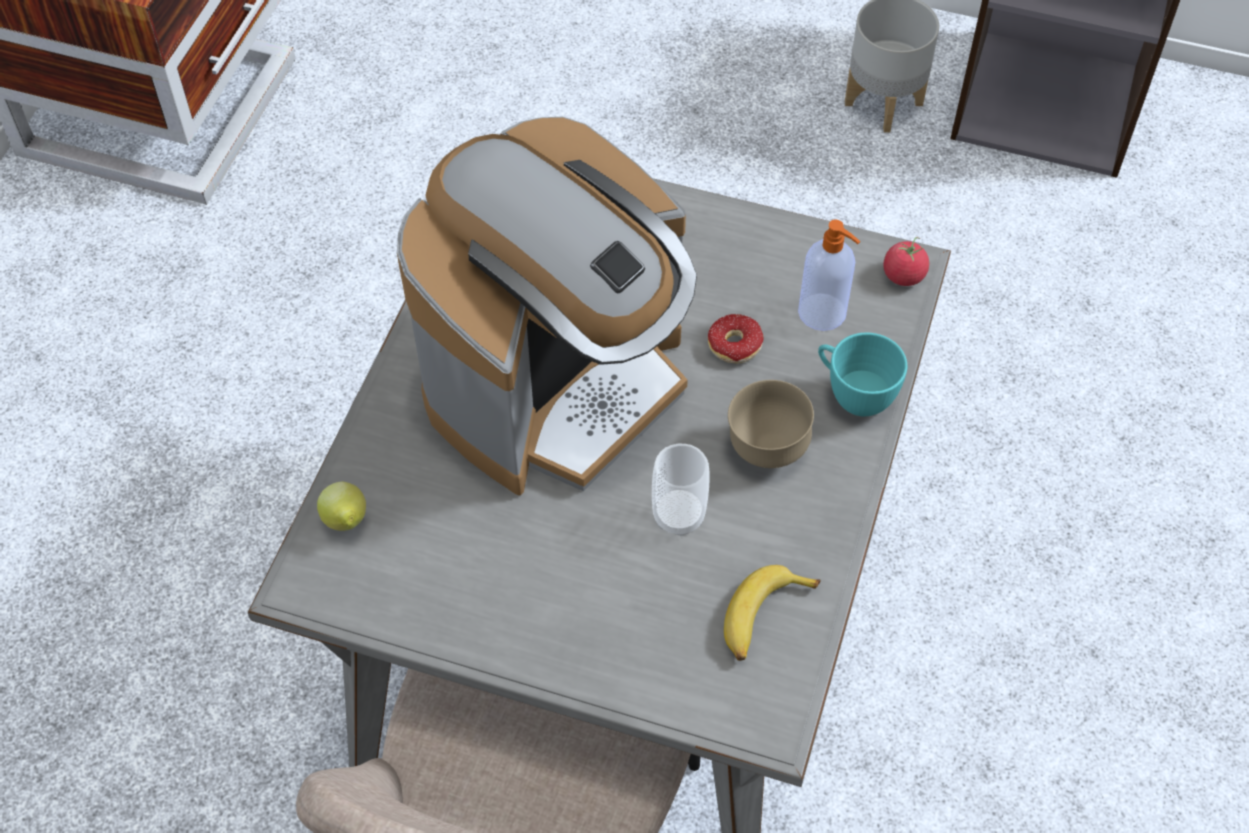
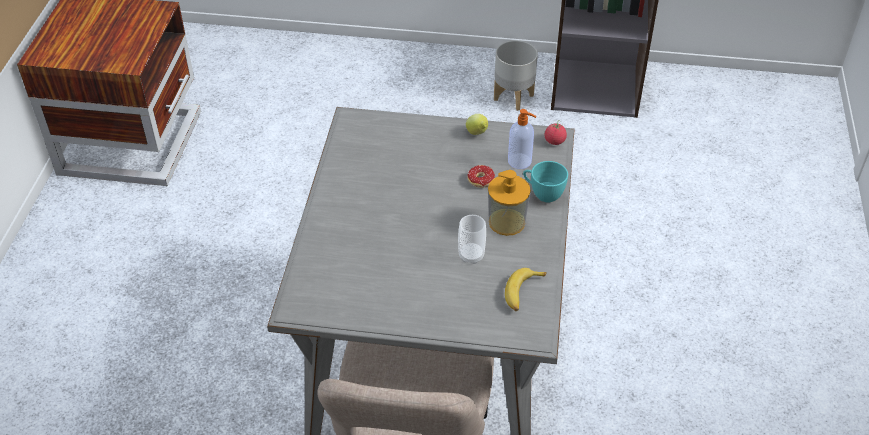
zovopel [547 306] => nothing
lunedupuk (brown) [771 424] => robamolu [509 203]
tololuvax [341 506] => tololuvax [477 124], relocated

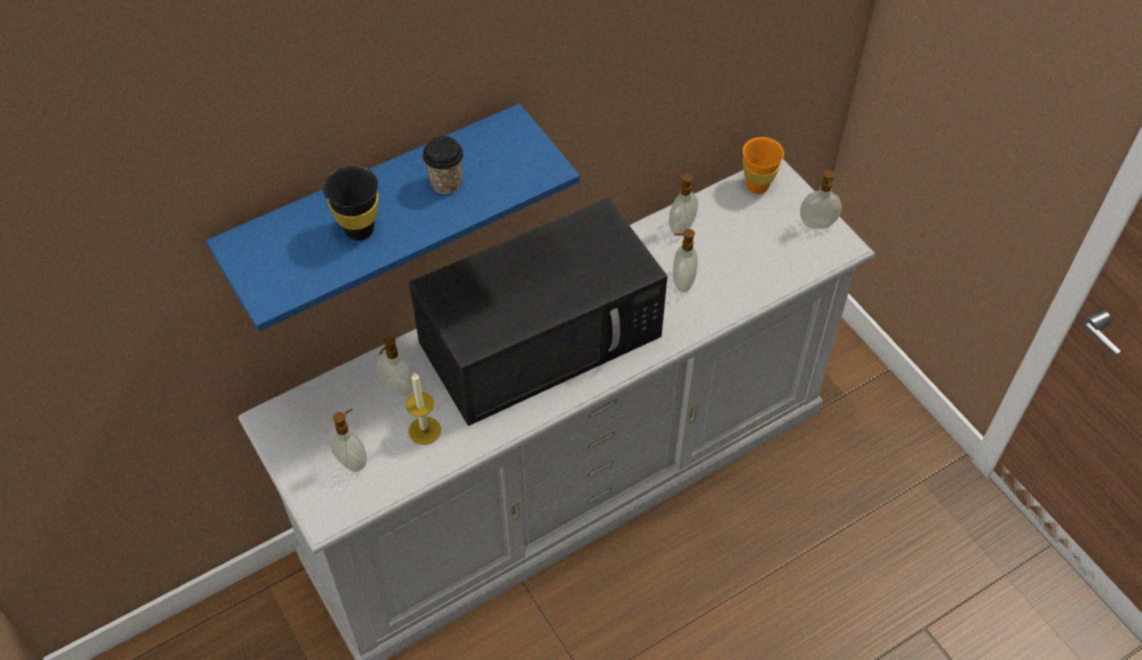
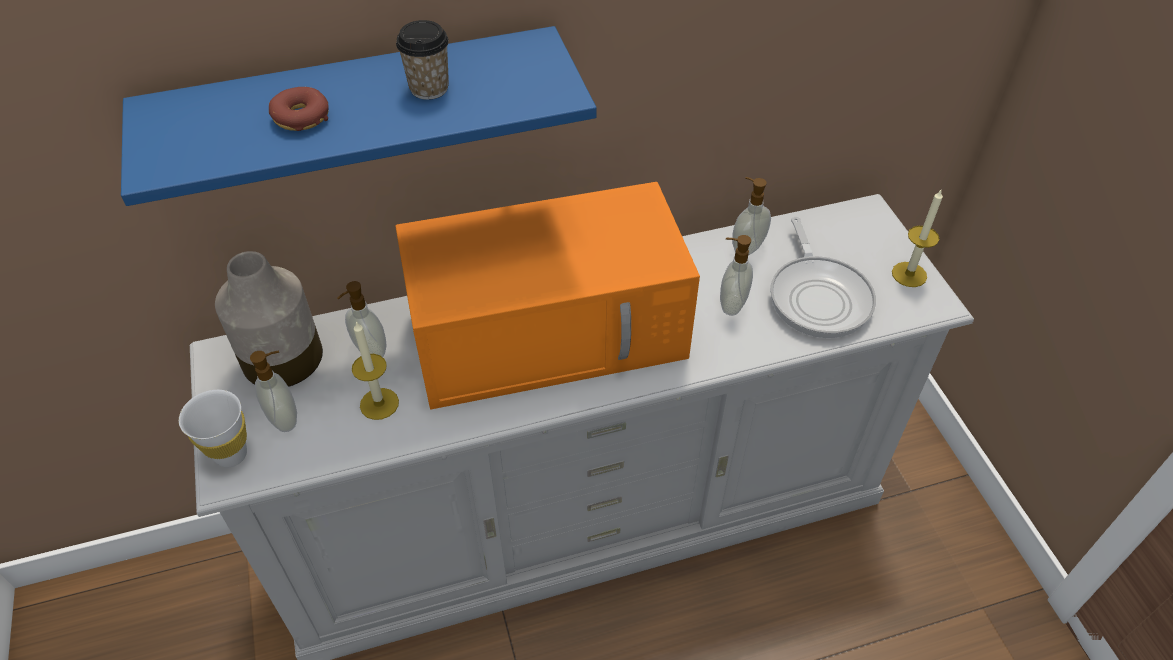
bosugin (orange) [763 165] => nothing
bosugin (black) [351 203] => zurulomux [299 109]
robamolu [821 199] => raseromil [917 238]
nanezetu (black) [538 312] => nanezetu (orange) [547 295]
nothing => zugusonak [823 277]
nothing => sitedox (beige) [269 319]
nothing => bosugin (white) [213 429]

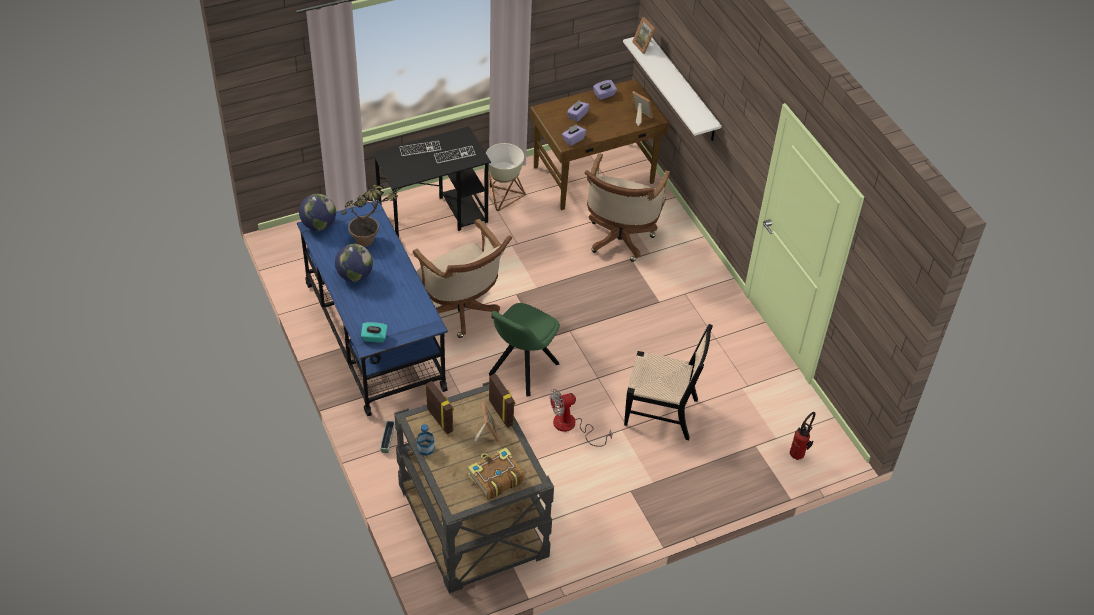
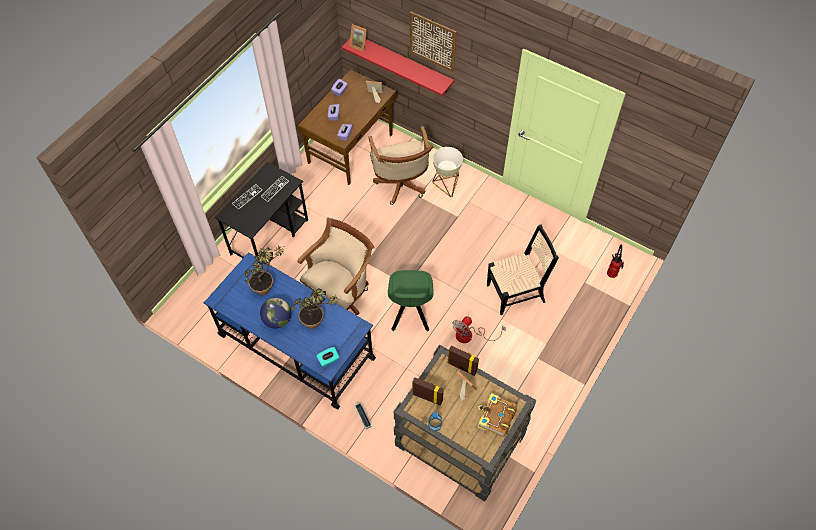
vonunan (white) [672 89] => vonunan (red) [398 67]
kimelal [506 177] => kimelal [447 172], relocated
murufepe [317 212] => nothing
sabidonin [462 278] => sabidonin [335 266], 75 degrees counterclockwise
nothing => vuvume [433 41]
nothing => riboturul [315 308]

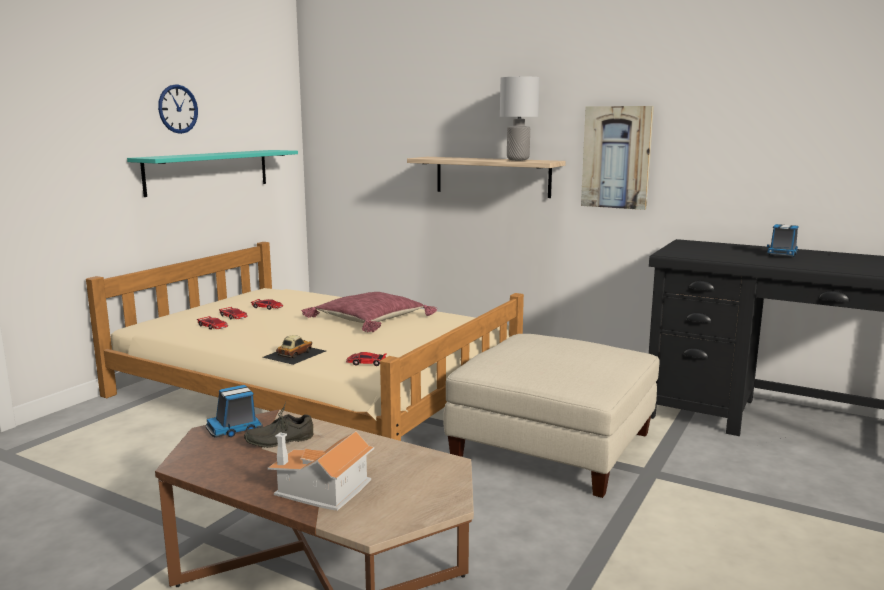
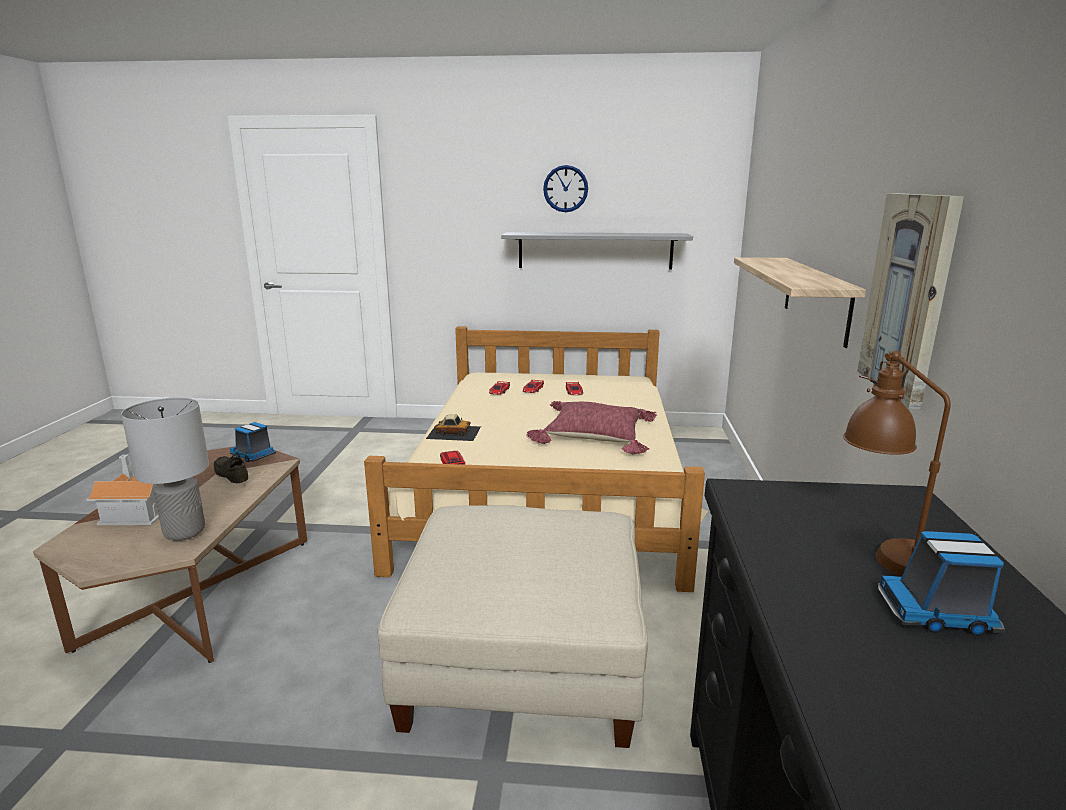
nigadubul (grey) [520 118] => nigadubul (grey) [165 469], relocated
vonunan (turquoise) [212 173] => vonunan (grey) [597 251]
nothing => nigadubul (brown) [897 463]

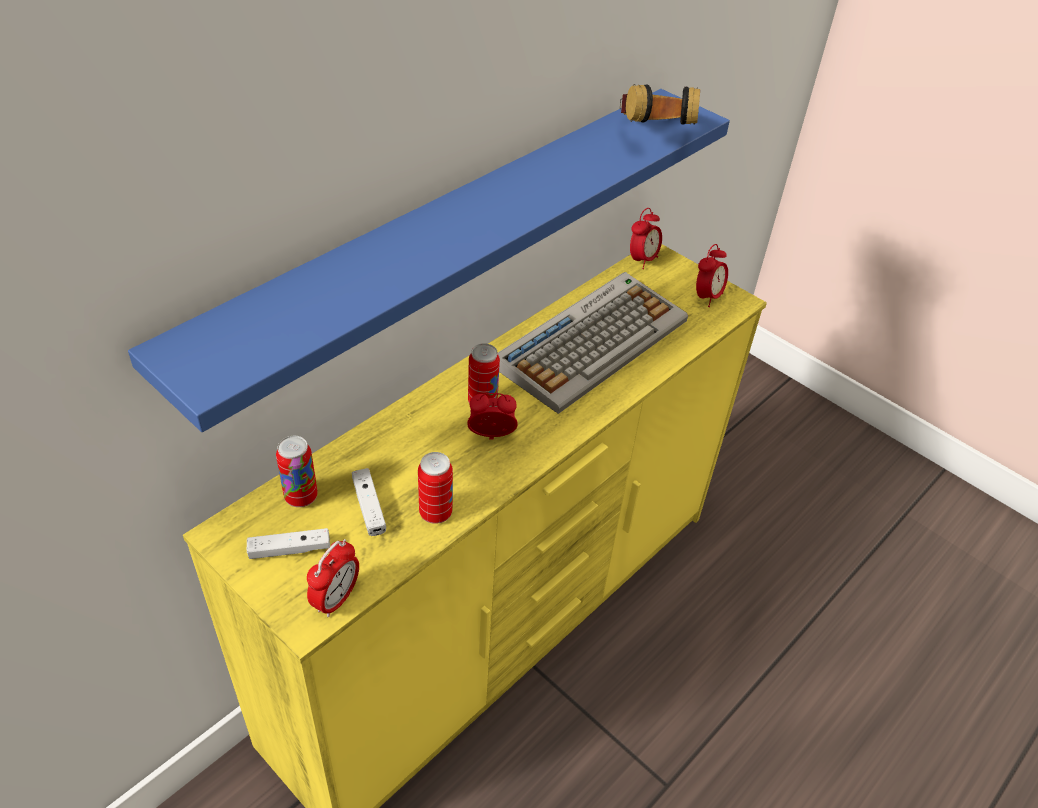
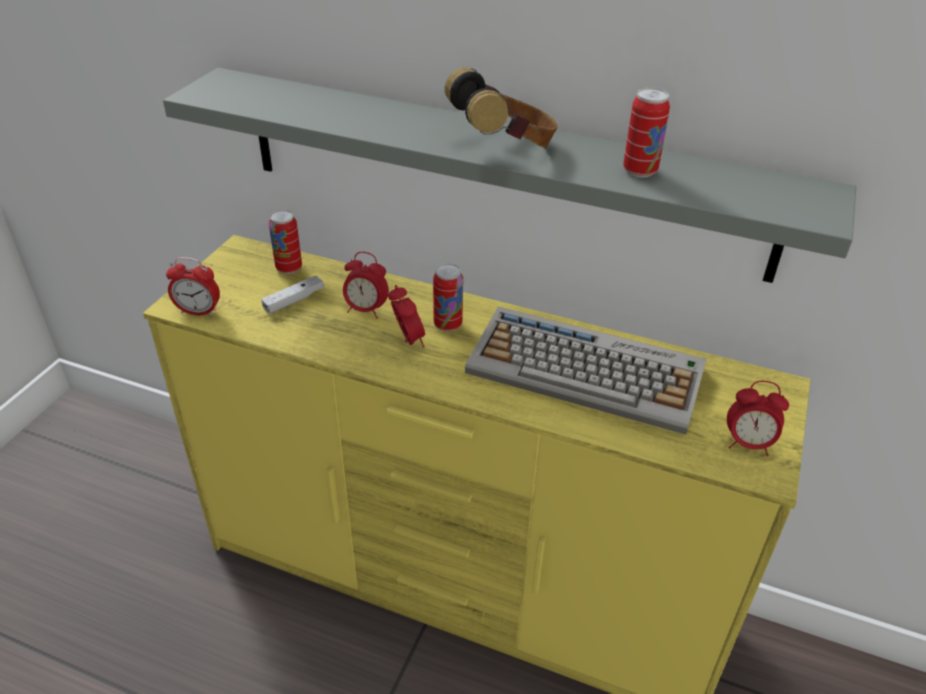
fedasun [660 104] => fedasun [501 107], relocated
vonunan (blue) [429 260] => vonunan (grey) [509 175]
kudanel [646 238] => kudanel [366 285], relocated
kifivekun [435 488] => kifivekun [646 133], relocated
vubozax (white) [288 543] => nothing

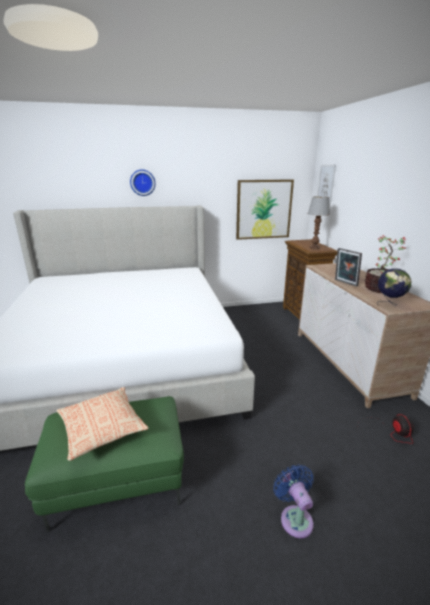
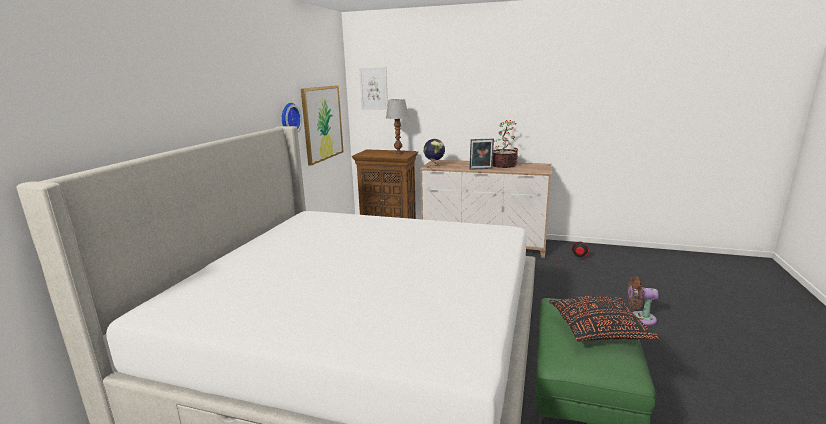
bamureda [143 182] => bamureda [292 117], relocated
murufepe [393 287] => murufepe [434 152], relocated
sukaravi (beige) [102 424] => sukaravi (black) [604 319]
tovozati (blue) [293 501] => tovozati (brown) [642 300]

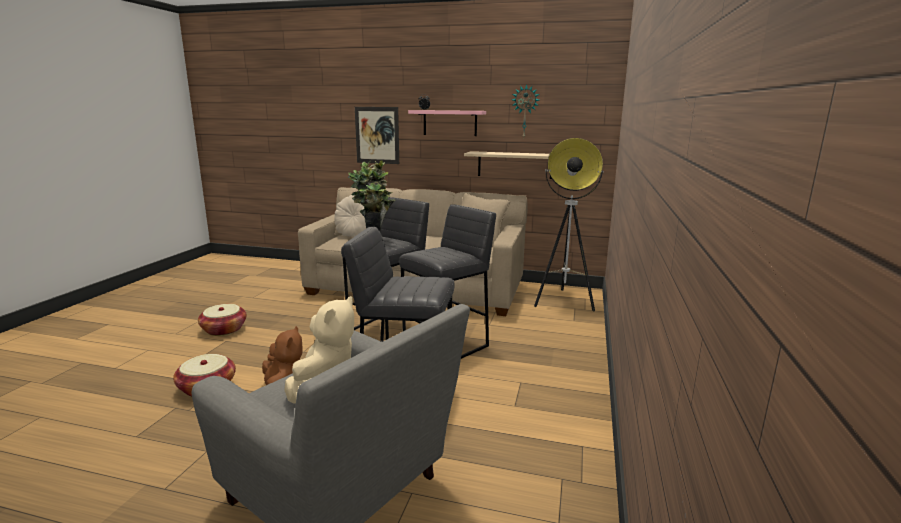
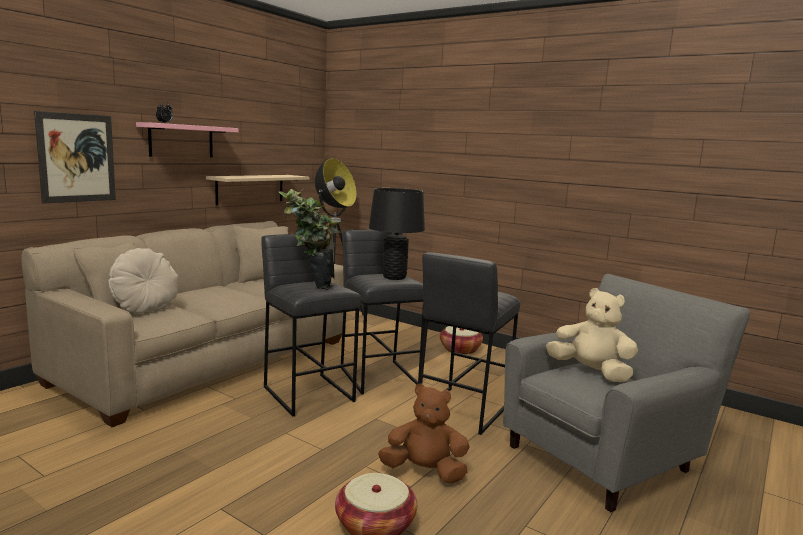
bamureda [525 111] => nothing
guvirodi [222 320] => guvirodi [461 340], relocated
nothing => nigadubul (black) [397 234]

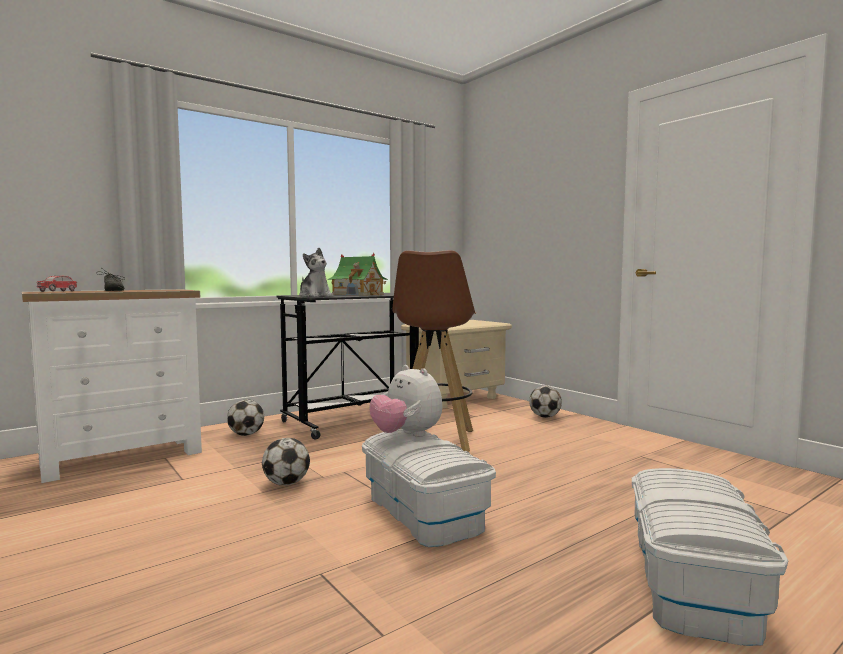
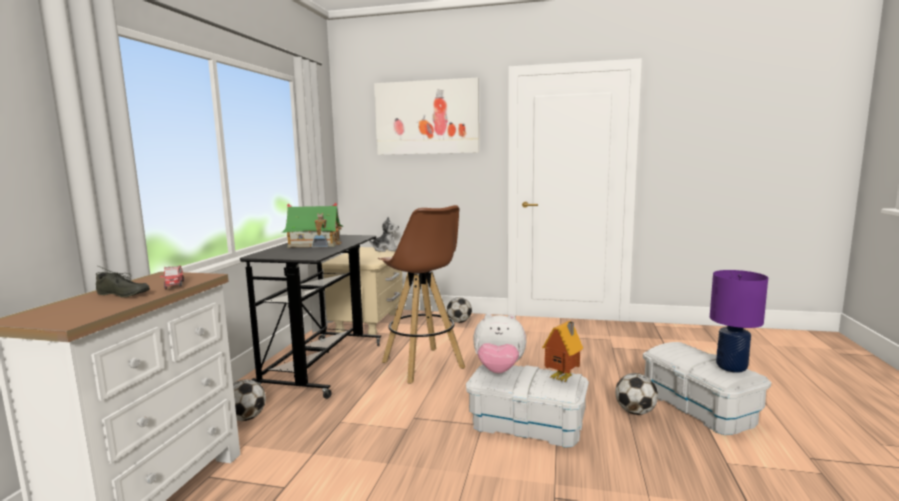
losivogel [316 272] => losivogel [384 234], relocated
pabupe [56 284] => pabupe [172 277], relocated
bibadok [286 462] => bibadok [636 394], relocated
nothing => vuvume [426 116]
nothing => nigadubul (purple) [739 321]
nothing => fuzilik [562 352]

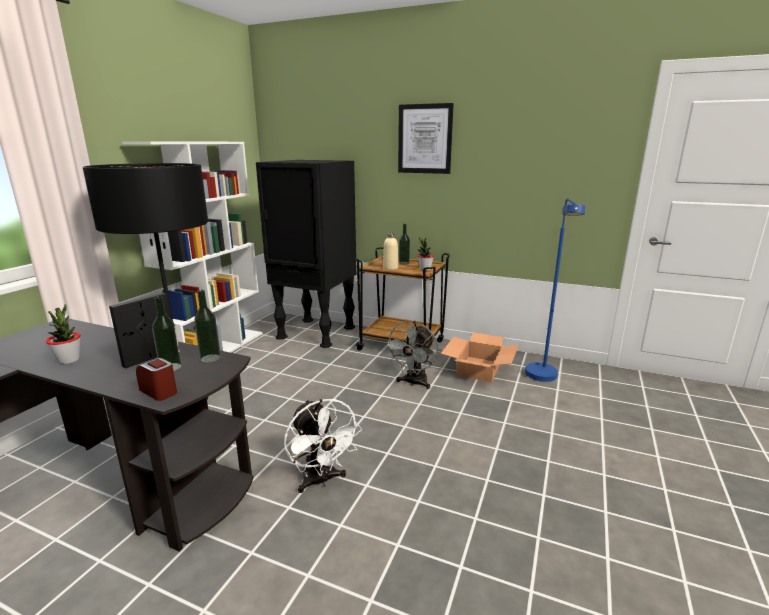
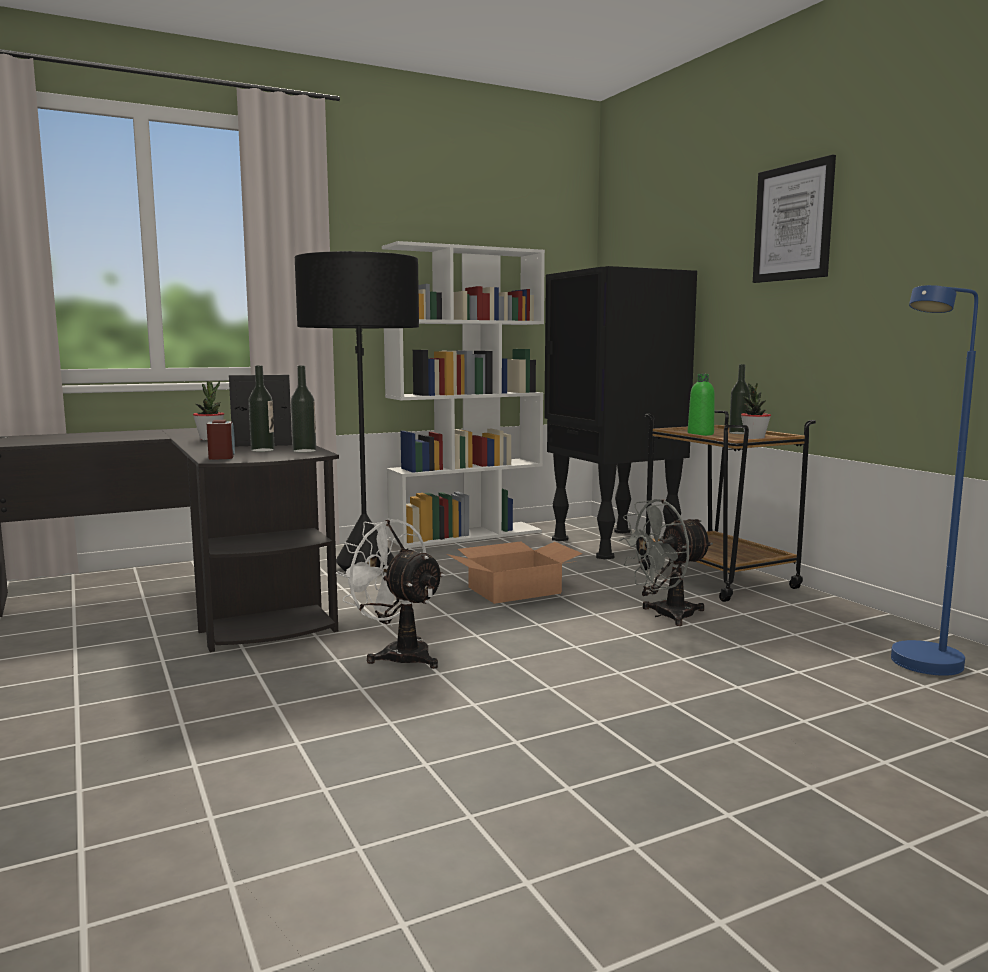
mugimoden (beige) [390 251] => mugimoden (green) [701 405]
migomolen [480 357] => migomolen [515 572], relocated
tovozati (white) [323 446] => tovozati (white) [390 593], 120 degrees clockwise

